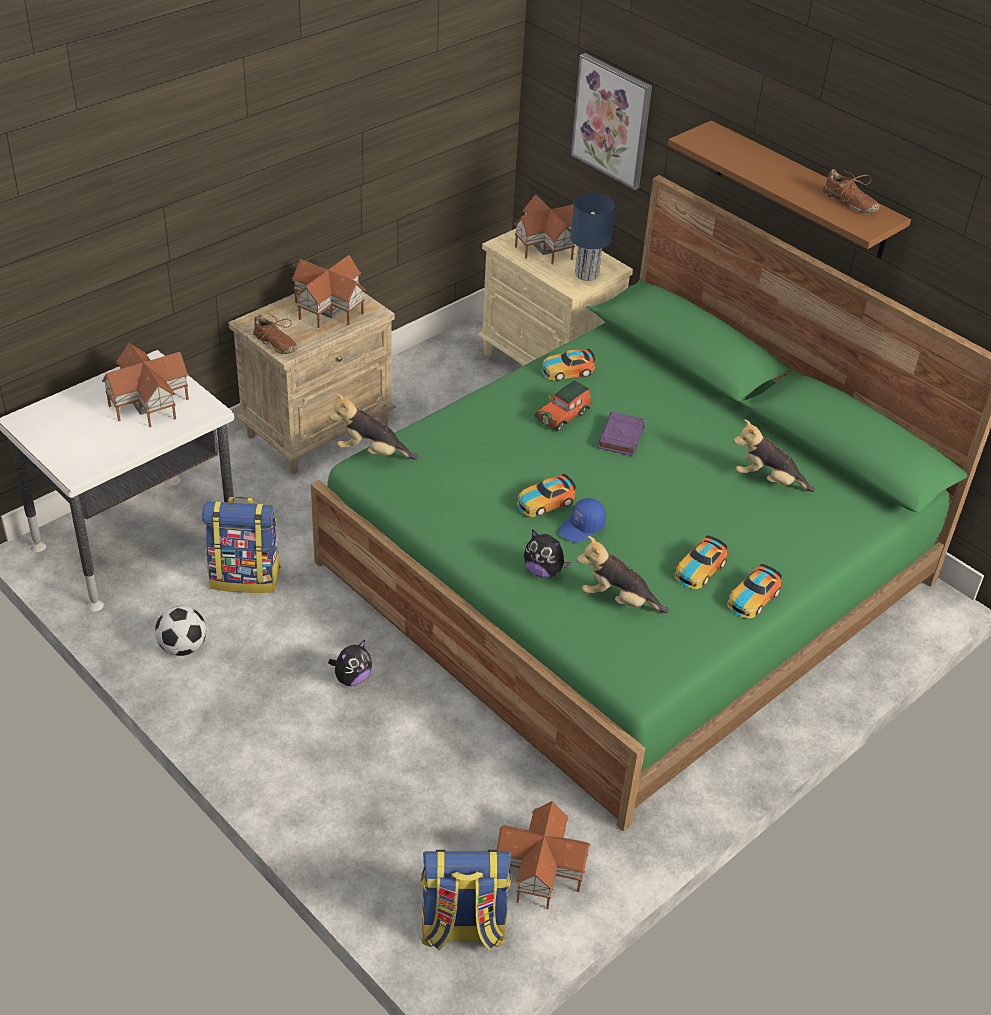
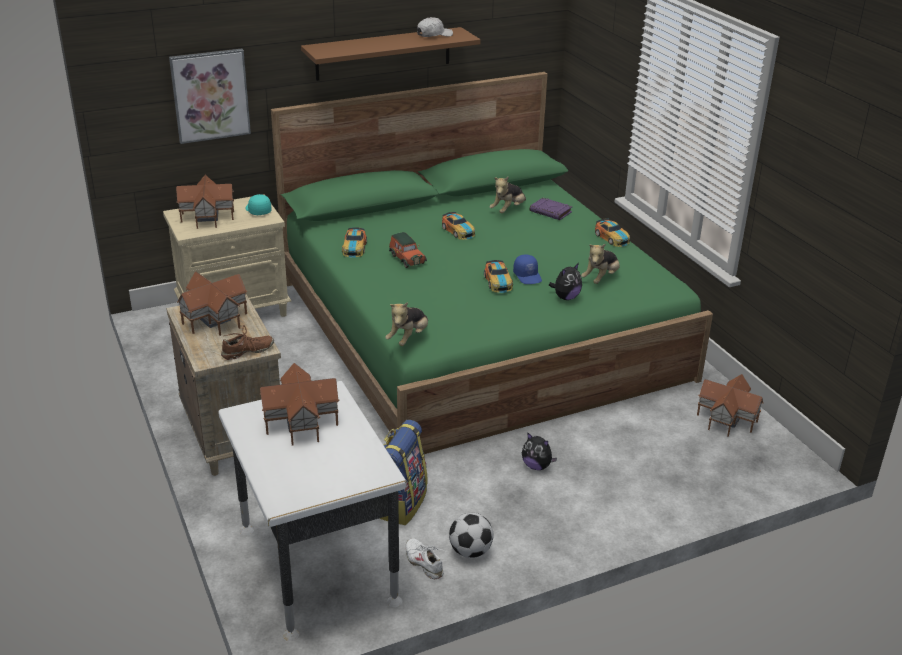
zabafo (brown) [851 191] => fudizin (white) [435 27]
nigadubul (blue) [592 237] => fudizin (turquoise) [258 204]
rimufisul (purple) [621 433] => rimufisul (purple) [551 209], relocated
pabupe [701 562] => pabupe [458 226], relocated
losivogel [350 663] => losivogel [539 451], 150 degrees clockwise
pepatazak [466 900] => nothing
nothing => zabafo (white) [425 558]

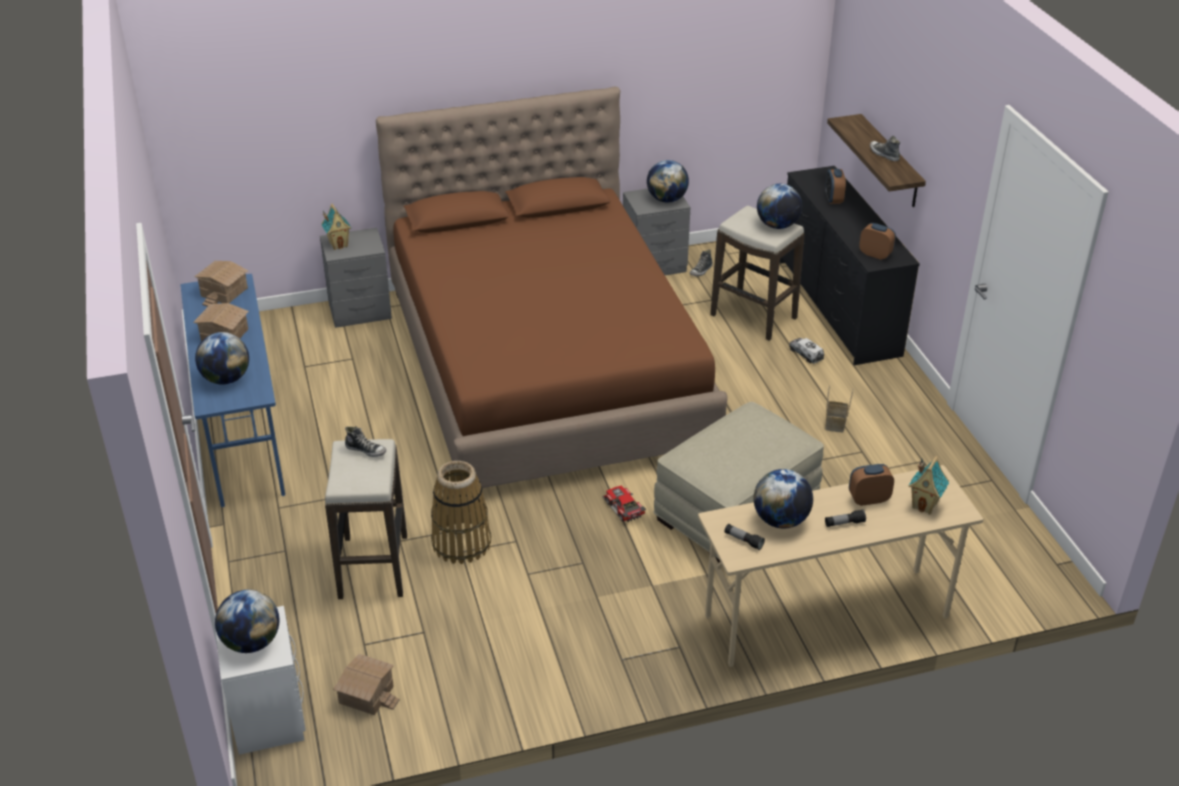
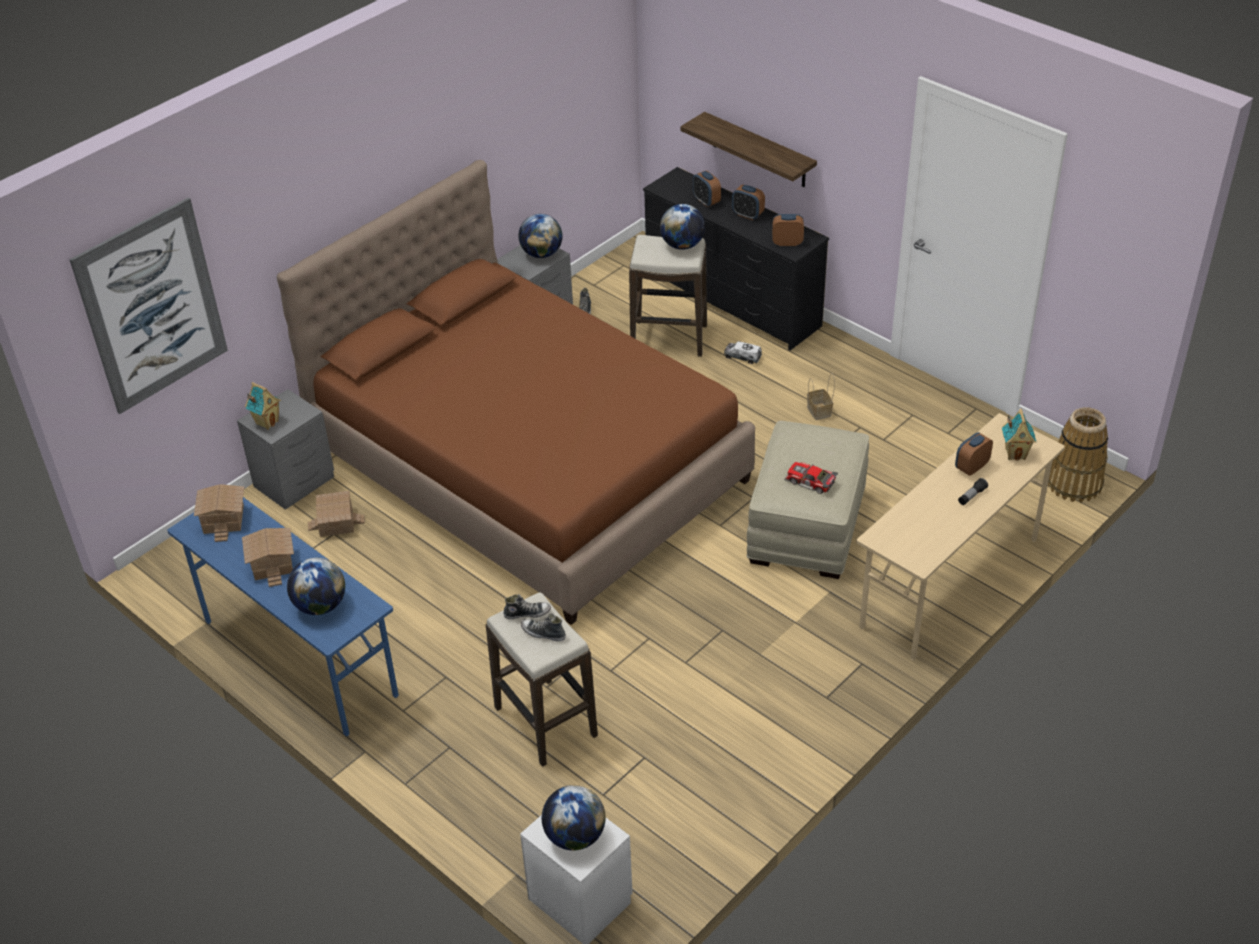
zabafo [885 148] => zabafo [543 628], relocated
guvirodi [461 512] => guvirodi [1078 455], relocated
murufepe [783 499] => nothing
pabupe [624 504] => pabupe [811 478], relocated
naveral [744 537] => nothing
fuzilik [366 684] => fuzilik [336 514], relocated
nothing => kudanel [748 202]
nothing => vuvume [148 305]

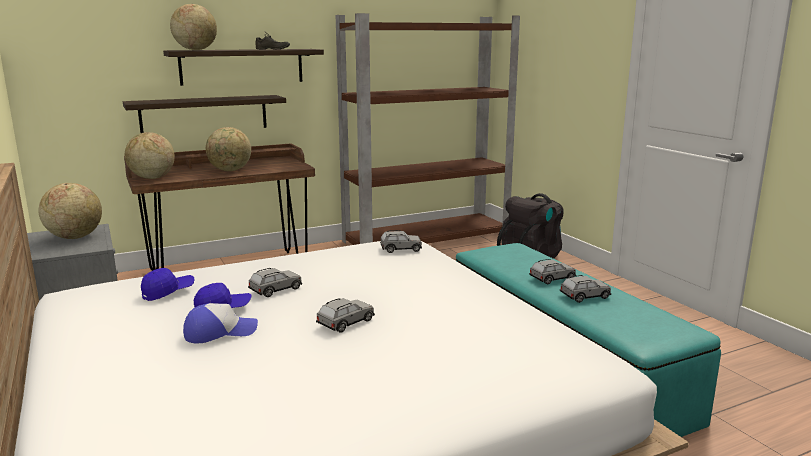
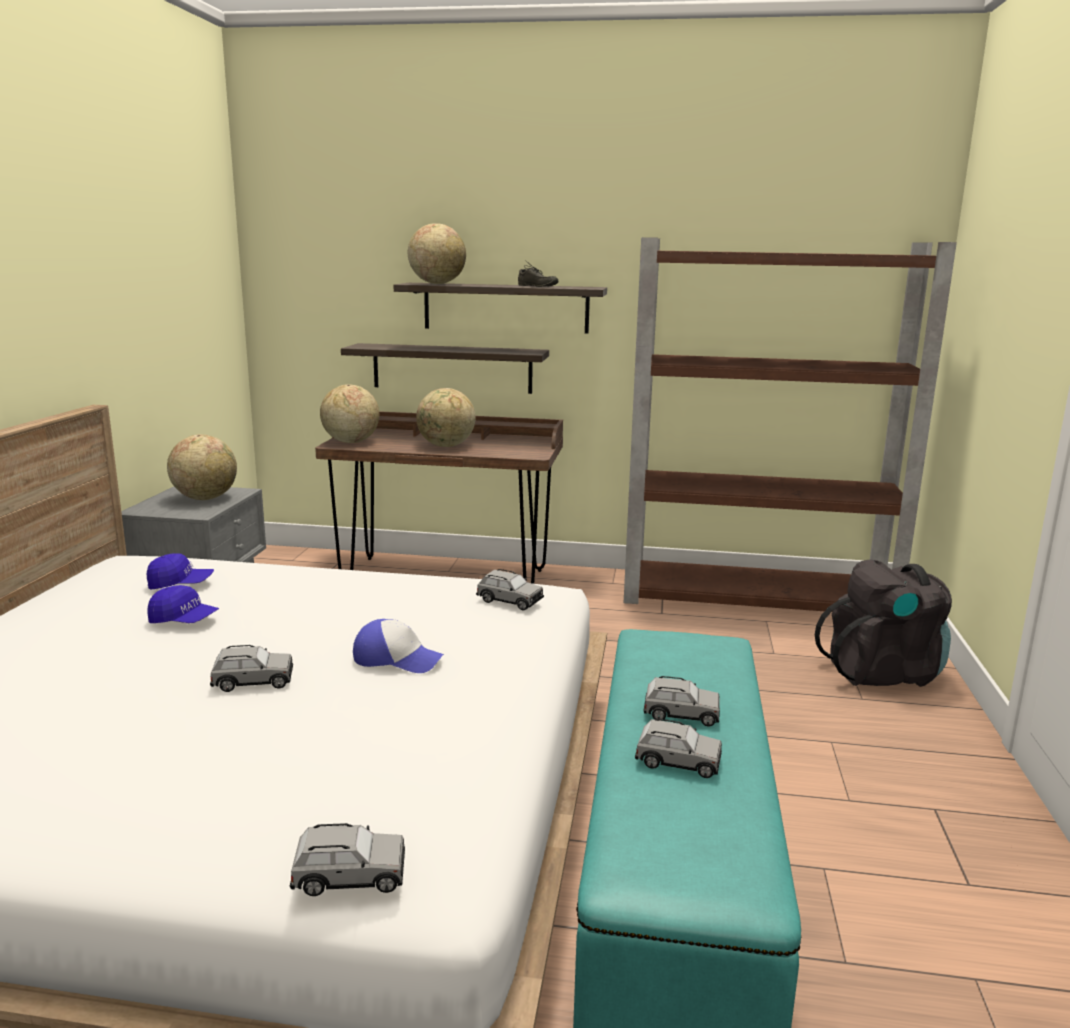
pabupe (grey) [275 282] => pabupe (grey) [347 859], relocated
fudizin [220 323] => fudizin [398 646], relocated

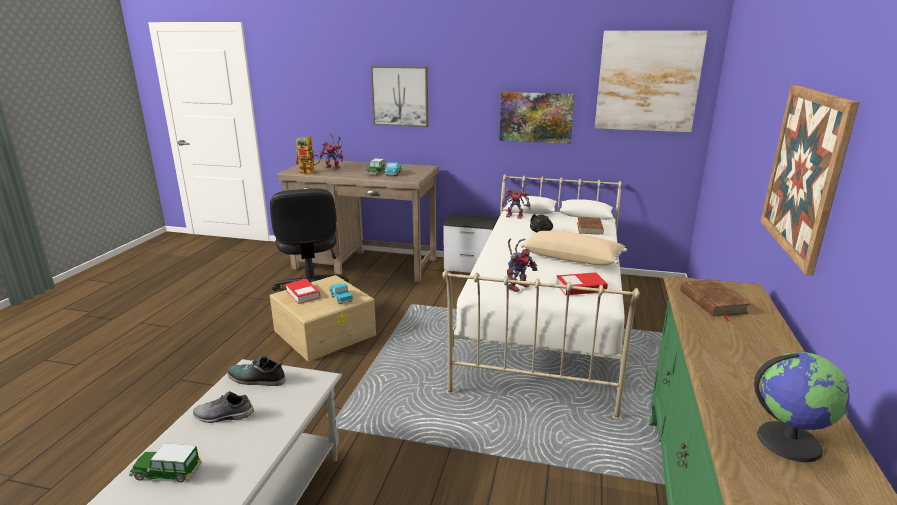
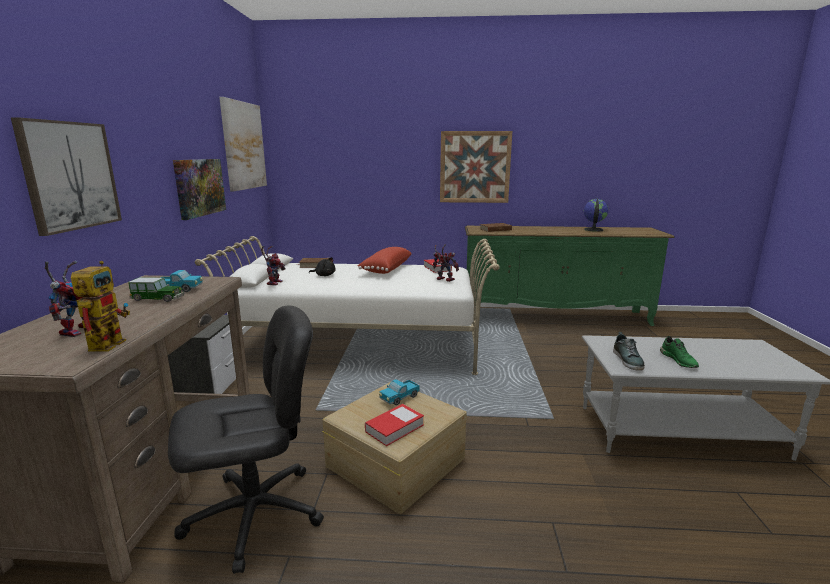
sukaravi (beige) [573 248] => sukaravi (red) [385 260]
zabafo (grey) [223 407] => zabafo (green) [679 352]
pabupe [165 462] => nothing

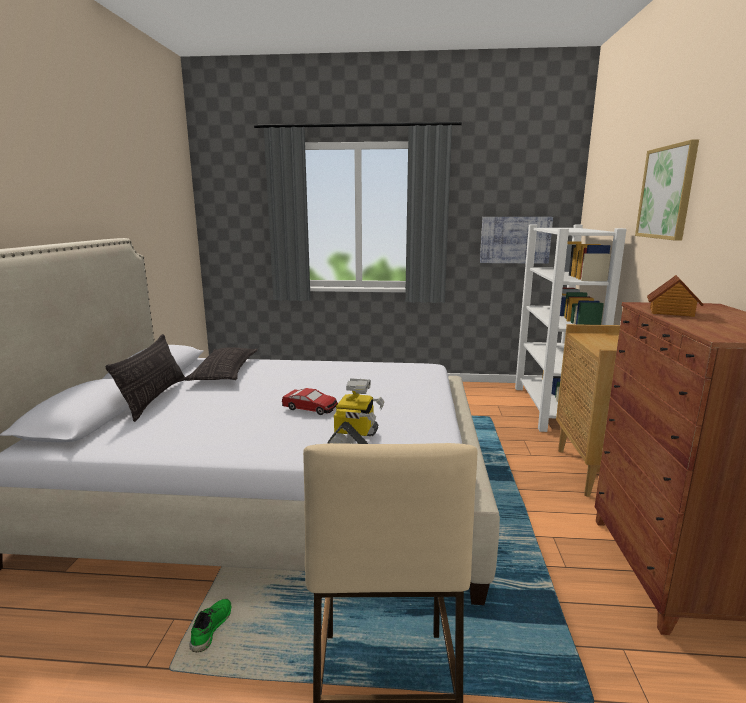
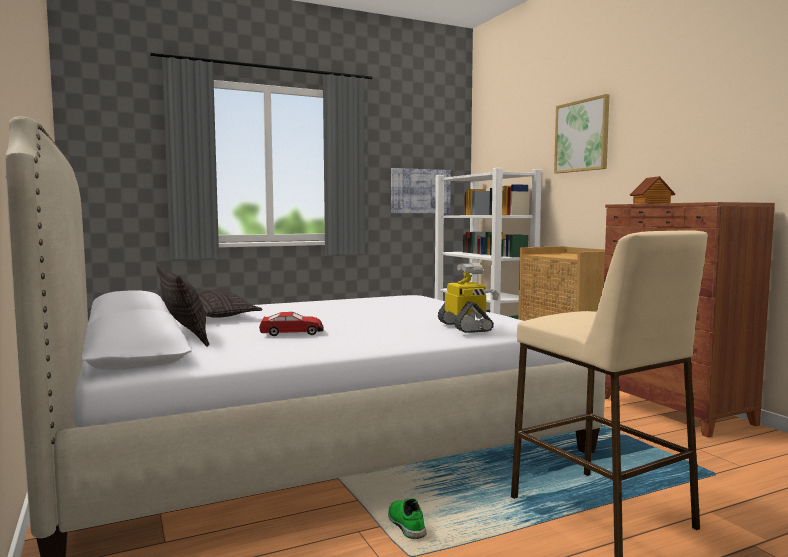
pabupe [310 401] => pabupe [291 324], relocated

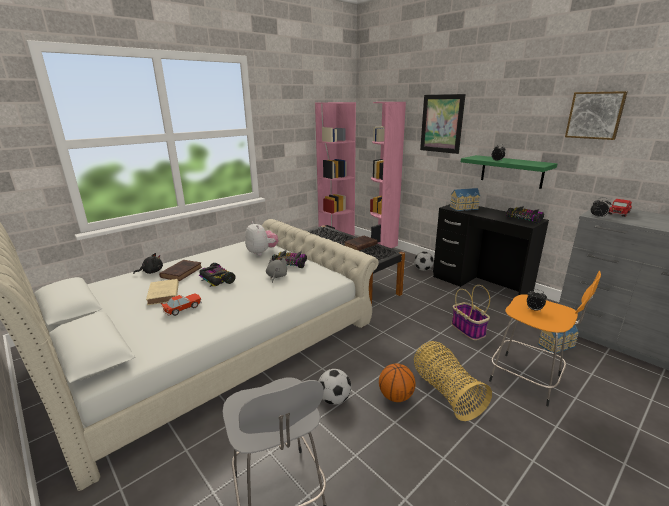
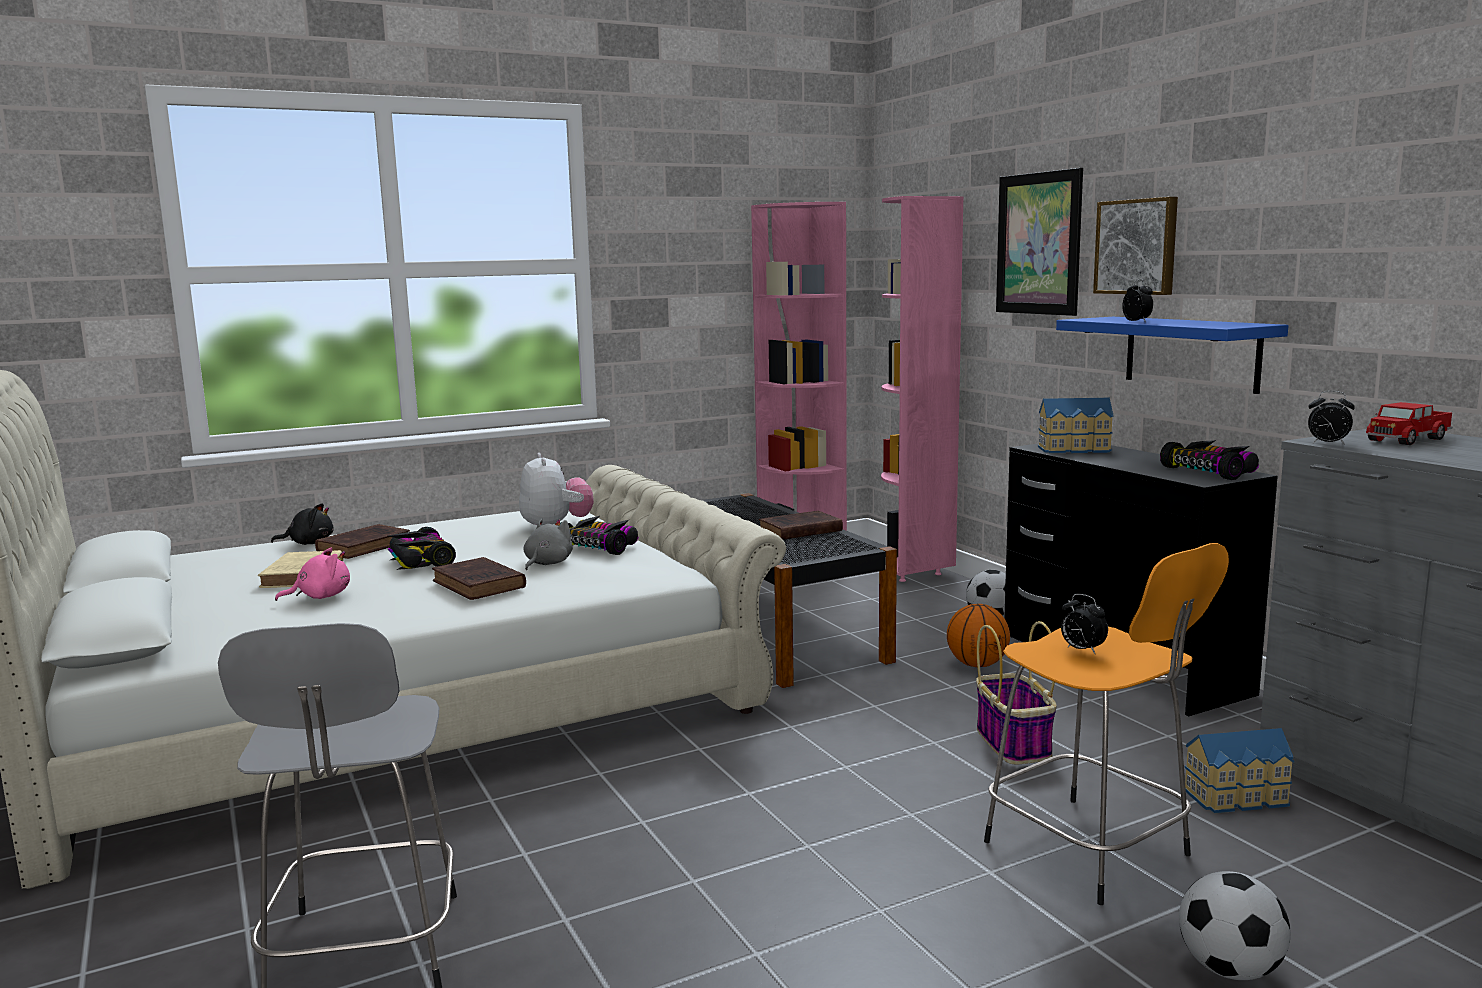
vuvume [596 115] => vuvume [1135 246], relocated
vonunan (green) [509 172] => vonunan (blue) [1172 355]
pabupe [181 304] => losivogel (pink) [312 574]
guvirodi [453 381] => nothing
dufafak [397 382] => dufafak [978 635], relocated
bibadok [334 387] => bibadok [1235 925], relocated
nothing => rimufisul (brown) [479 578]

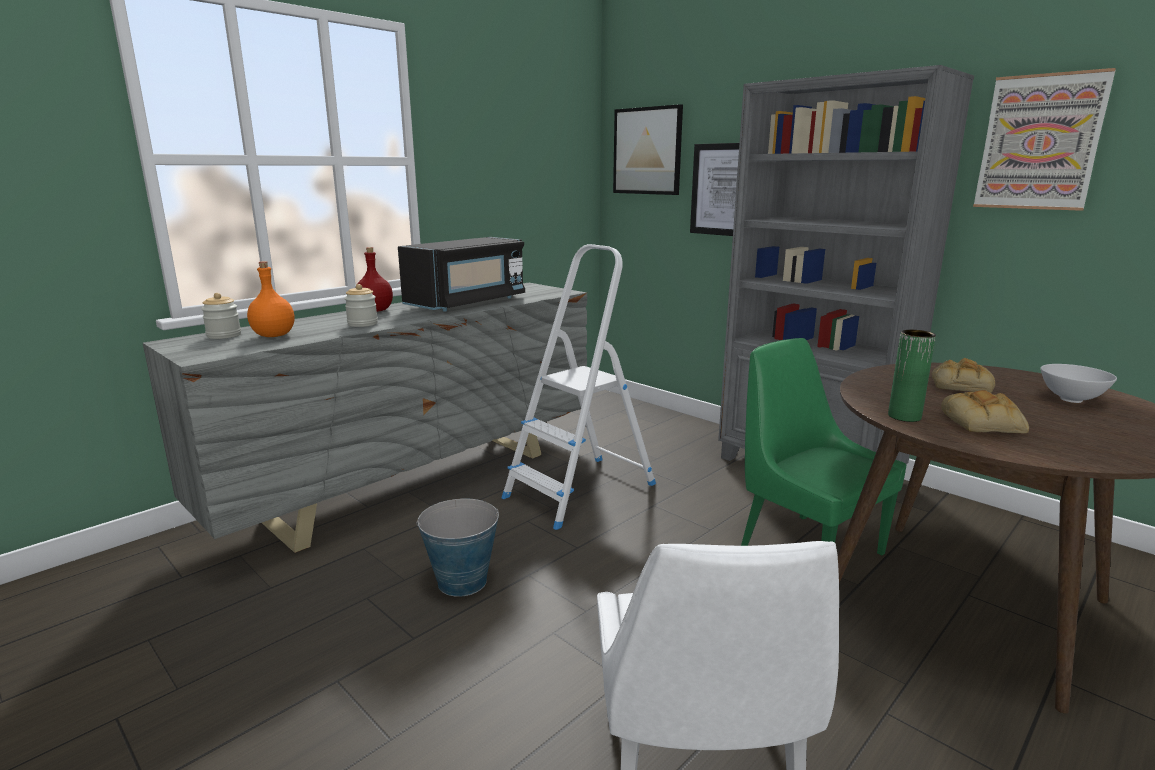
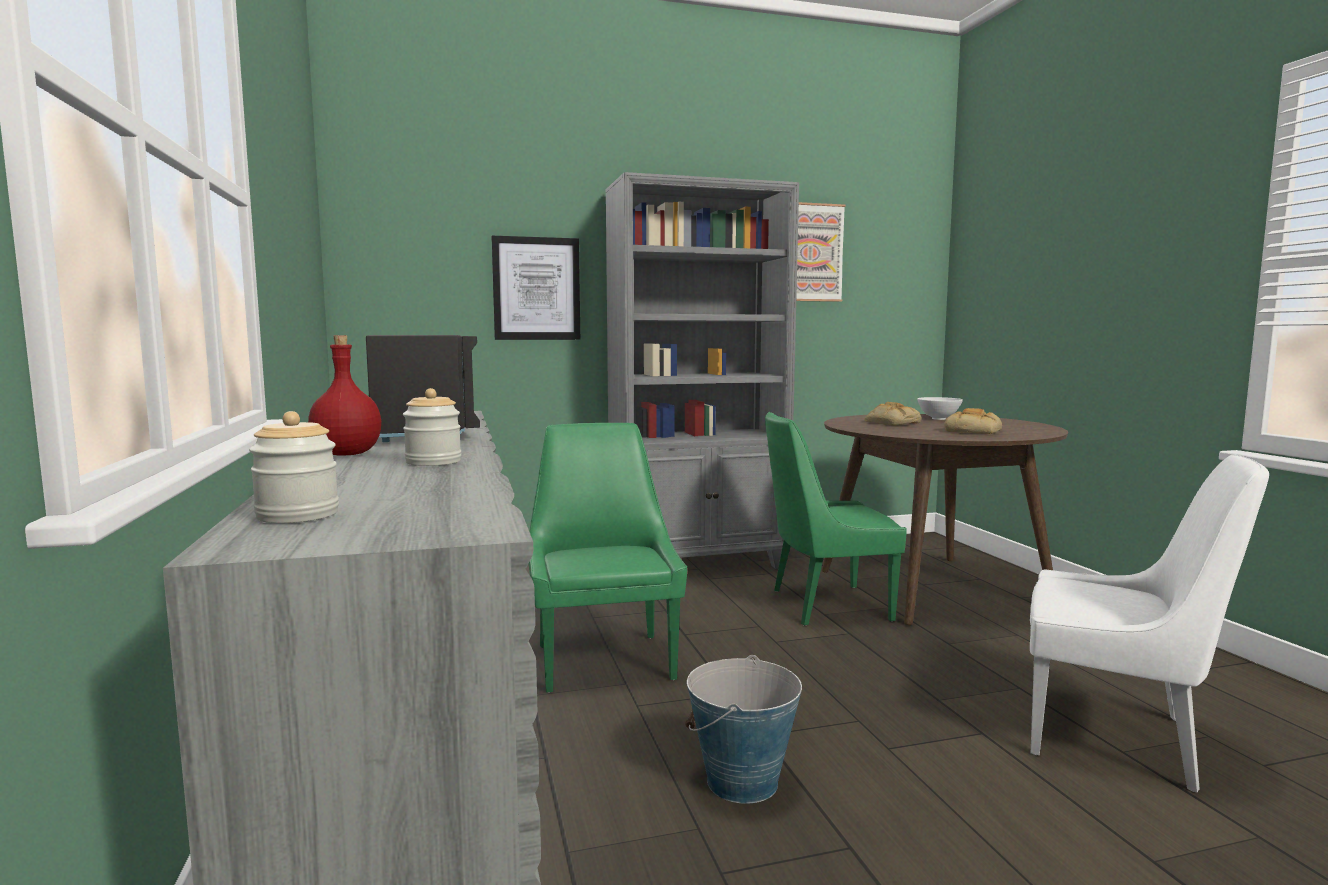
vuvume [648 149] => nothing
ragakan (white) [579 387] => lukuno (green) [608 558]
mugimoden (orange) [271 299] => nothing
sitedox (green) [912 376] => nothing

